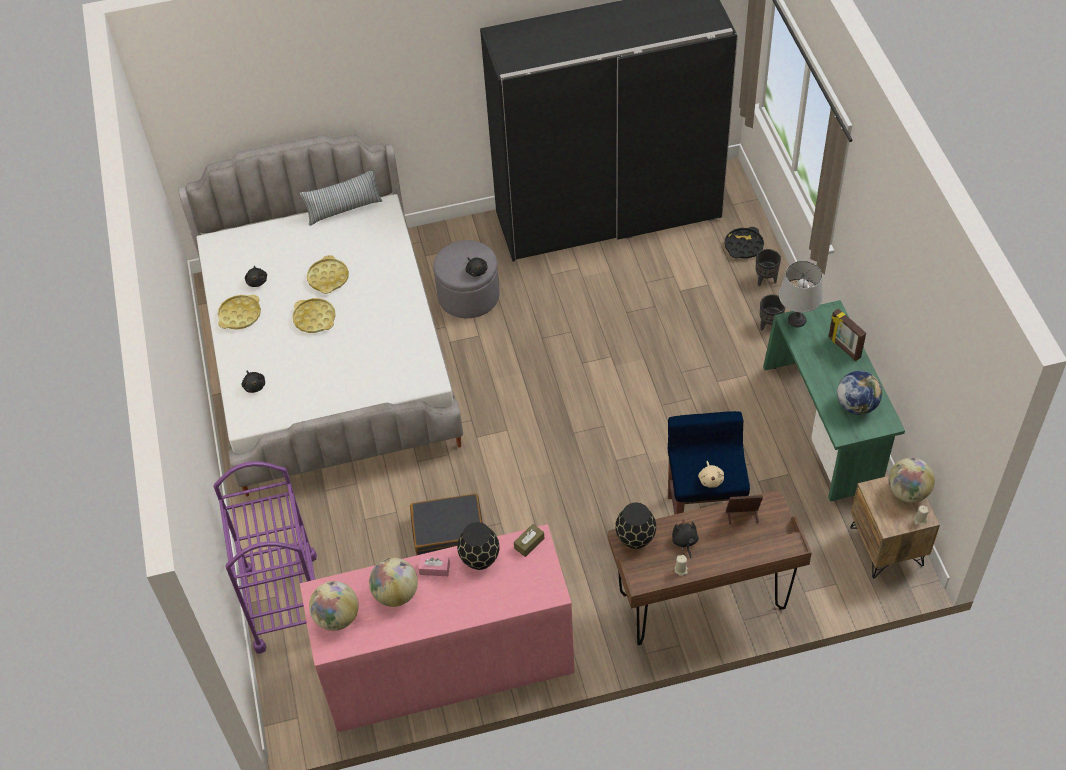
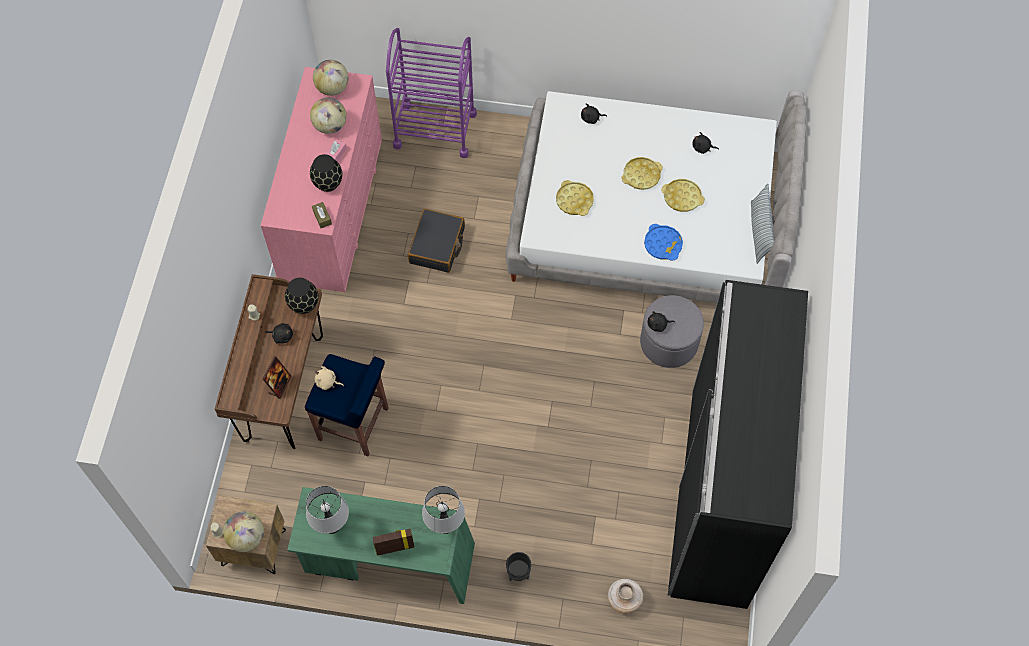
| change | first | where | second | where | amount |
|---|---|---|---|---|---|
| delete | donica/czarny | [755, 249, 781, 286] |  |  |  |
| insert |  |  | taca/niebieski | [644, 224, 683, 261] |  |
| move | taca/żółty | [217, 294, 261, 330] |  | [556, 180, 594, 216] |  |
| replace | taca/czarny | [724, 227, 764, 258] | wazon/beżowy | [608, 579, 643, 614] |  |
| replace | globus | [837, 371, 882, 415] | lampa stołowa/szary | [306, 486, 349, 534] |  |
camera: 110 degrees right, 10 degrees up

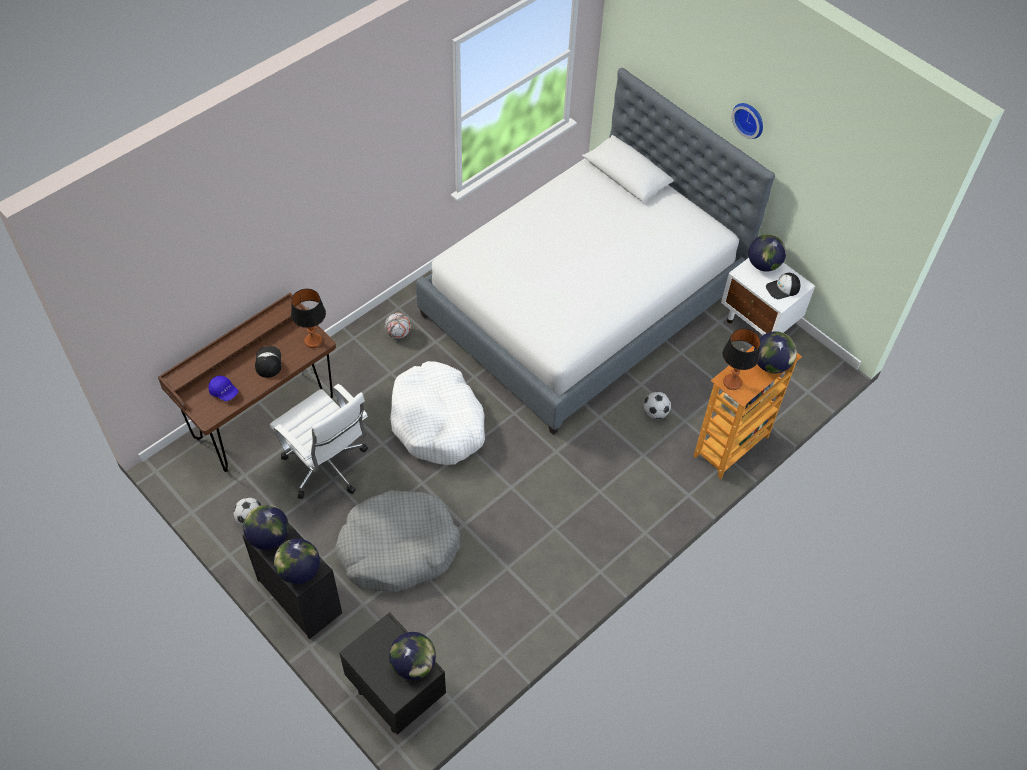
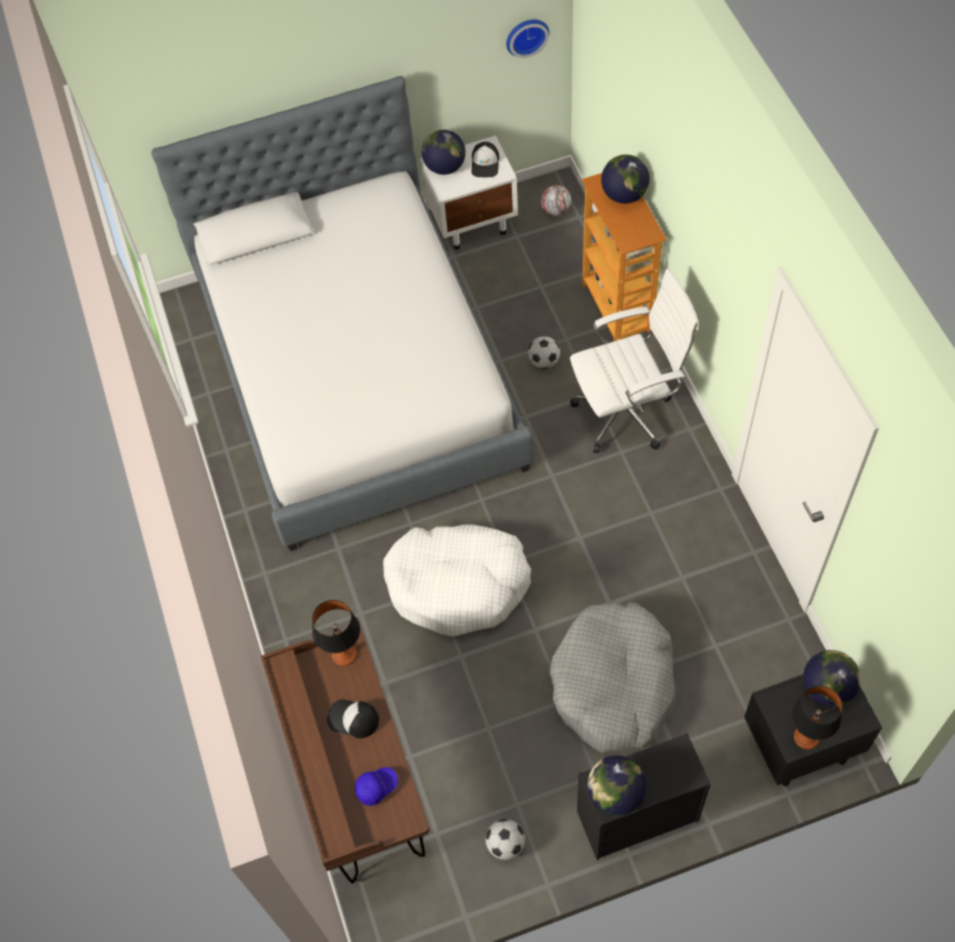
| change | first | where | second | where | amount |
|---|---|---|---|---|---|
| delete | globus | [274, 539, 320, 584] |  |  |  |
| move | krzesło biurowe/biały | [270, 384, 368, 499] |  | [570, 268, 699, 453] |  |
| move | piłka futbolowa | [385, 313, 411, 339] |  | [541, 185, 571, 216] |  |
| move | lampa stołowa | [723, 329, 760, 390] |  | [791, 686, 843, 750] |  |
| move | zegar ścienny | [732, 103, 763, 139] |  | [506, 19, 549, 58] |  |
camera: 60 degrees left, 5 degrees up

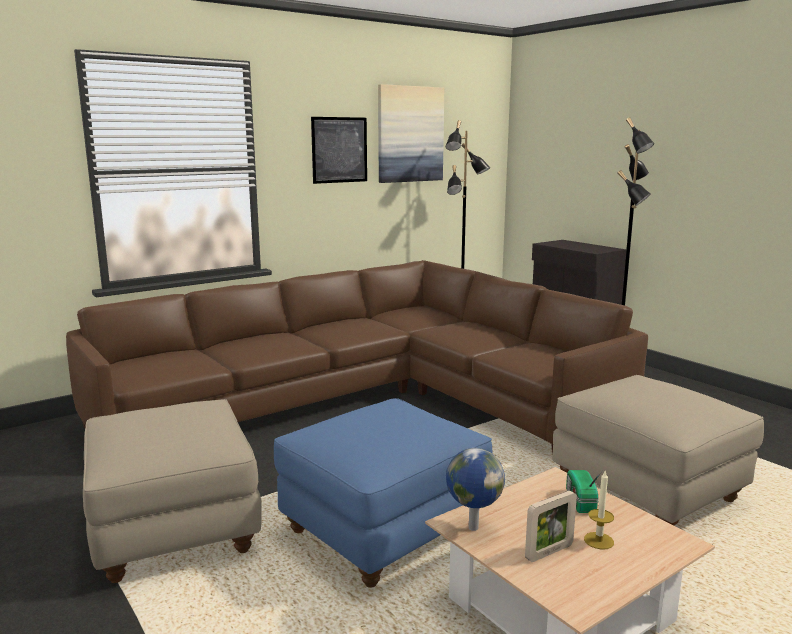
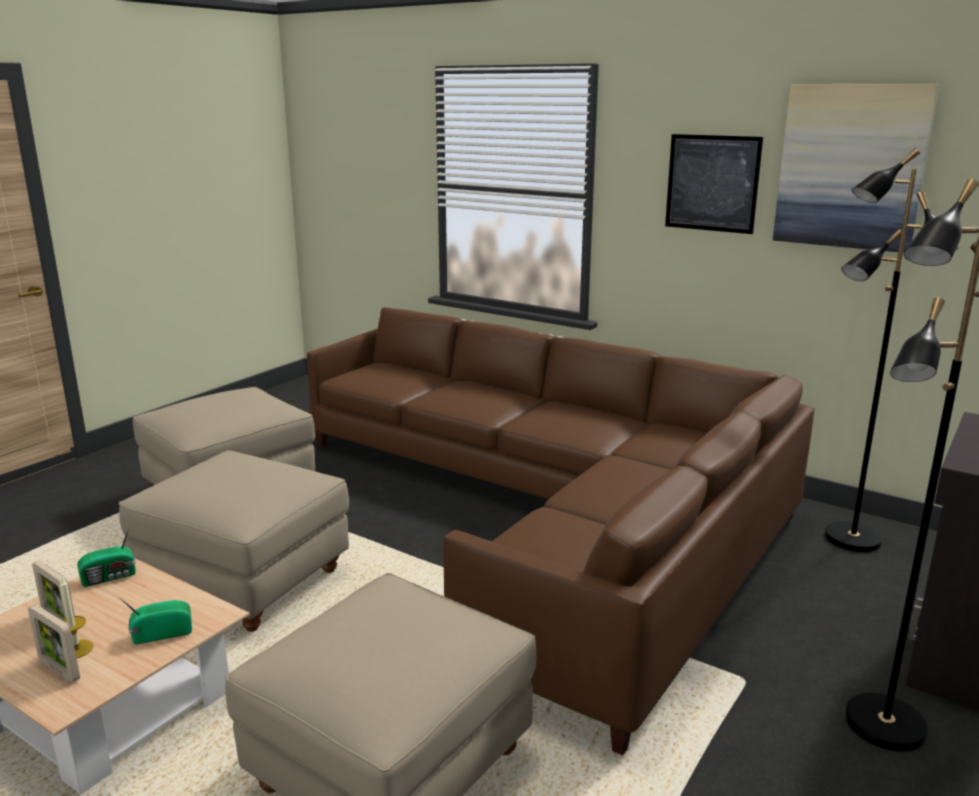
| change | first | where | second | where | amount |
|---|---|---|---|---|---|
| insert |  |  | ramka na zdjęcie | [28, 605, 80, 683] |  |
| replace | globus | [446, 448, 505, 531] | radio | [77, 522, 136, 587] |  |
| recolor | pufa/niebieski | [274, 398, 492, 588] | pufa/beżowy | [119, 450, 349, 632] |  |
camera: 70 degrees right, 5 degrees up

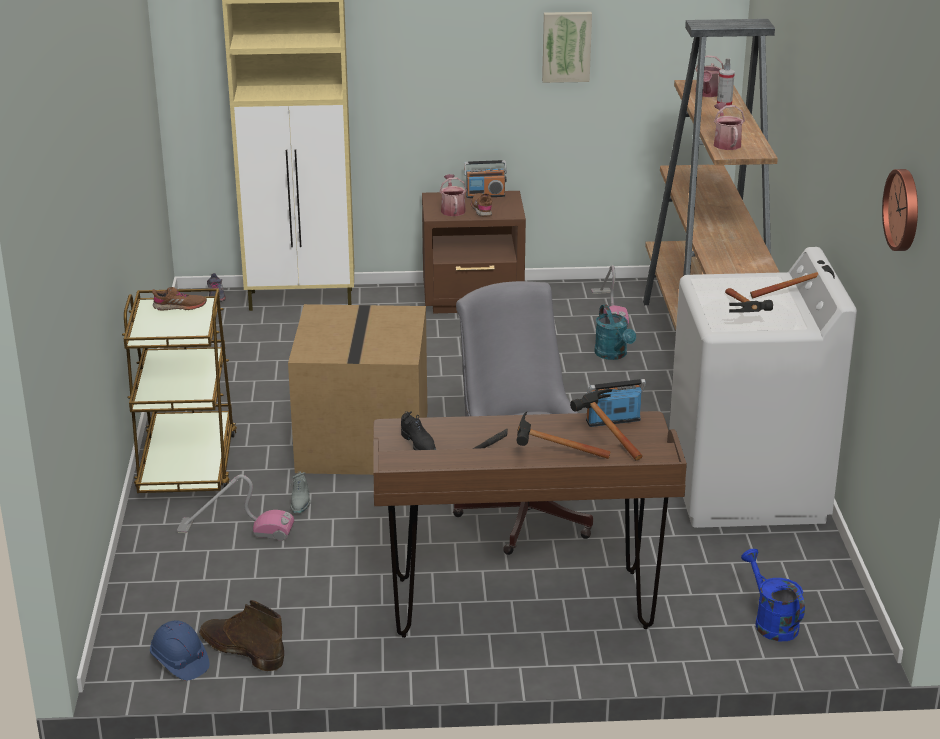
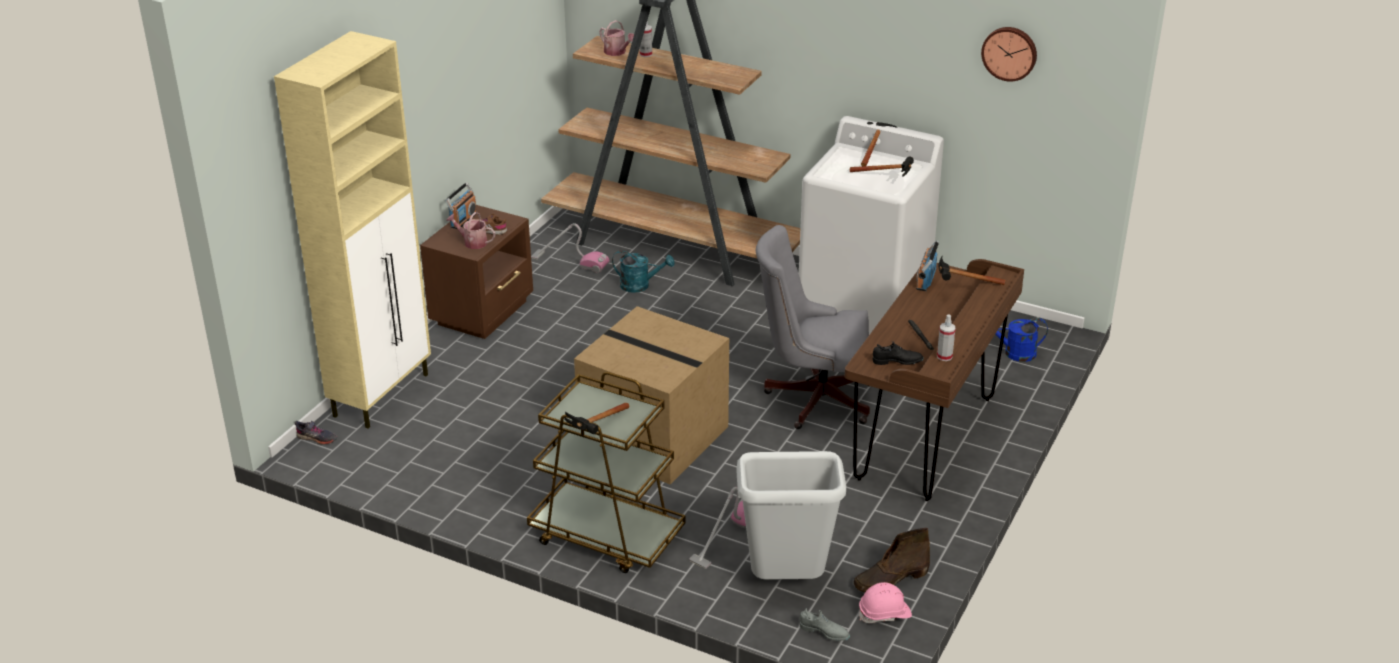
| change | first | where | second | where | amount |
|---|---|---|---|---|---|
| delete | but/brązowy | [152, 287, 207, 310] |  |  |  |
| delete | obraz | [542, 12, 592, 83] |  |  |  |
| delete | konewka | [714, 103, 745, 150] |  |  |  |
| insert |  |  | kosz na śmieci/szary | [736, 451, 846, 580] |  |
| insert |  |  | spryskiwacz | [937, 314, 956, 361] |  |
| move | but/szary | [290, 471, 311, 513] |  | [800, 608, 850, 641] |  |
| move | młotek | [517, 412, 610, 459] |  | [564, 403, 629, 434] |  |
| recolor | kask/niebieski | [150, 620, 210, 680] | kask/różowy | [859, 582, 912, 623] |  |
camera: 60 degrees left, 5 degrees up

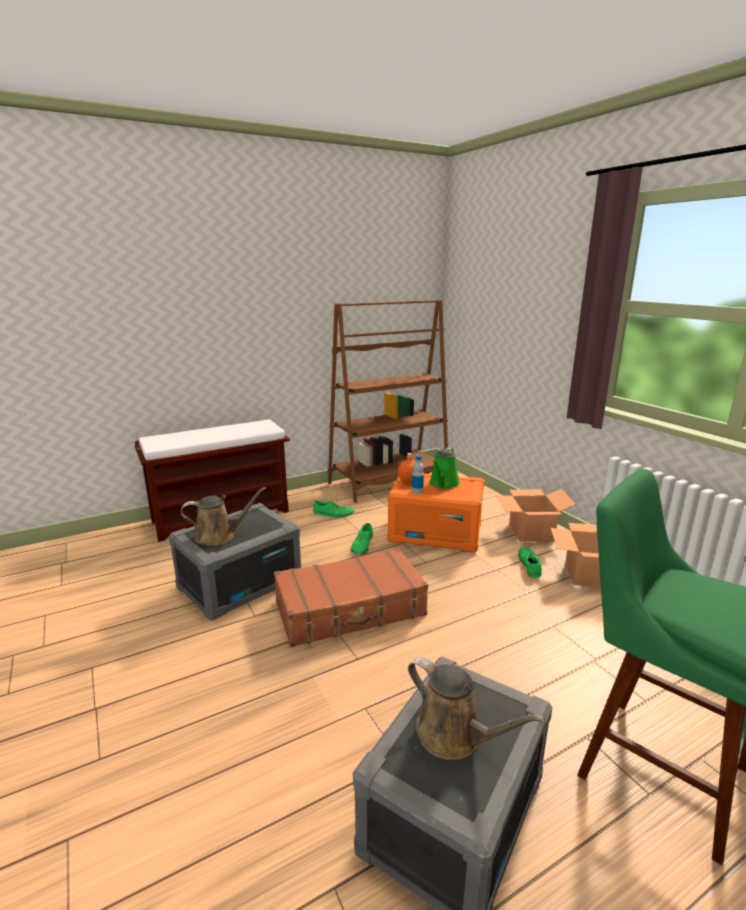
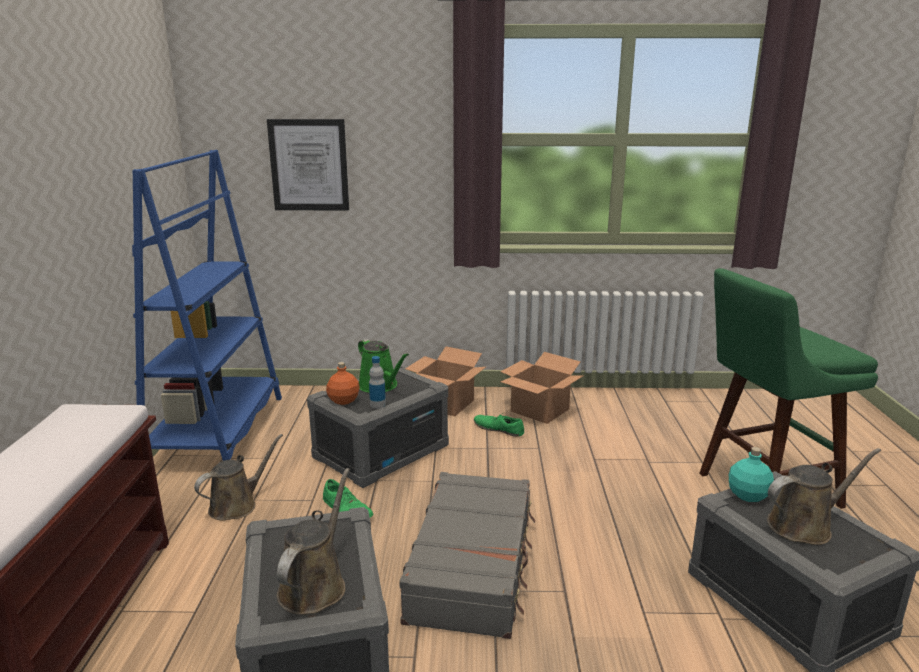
| change | first | where | second | where | amount |
|---|---|---|---|---|---|
| insert |  |  | obraz | [267, 119, 349, 210] |  |
| insert |  |  | butelka/turkusowy | [729, 447, 774, 502] |  |
| replace | but/zielony | [313, 501, 354, 518] | konewka/brązowy | [194, 434, 283, 521] |  |
| recolor | walizka/brązowy | [274, 548, 428, 647] | walizka/szary | [399, 472, 535, 639] |  |
| recolor | regał/brązowy | [328, 300, 448, 503] | regał/niebieski | [132, 150, 282, 461] |  |
| recolor | pojemnik do przechowywania/pomarańczowy | [387, 474, 484, 553] | pojemnik do przechowywania/szary | [307, 364, 449, 488] |  |
camera: 60 degrees left, 0 degrees up

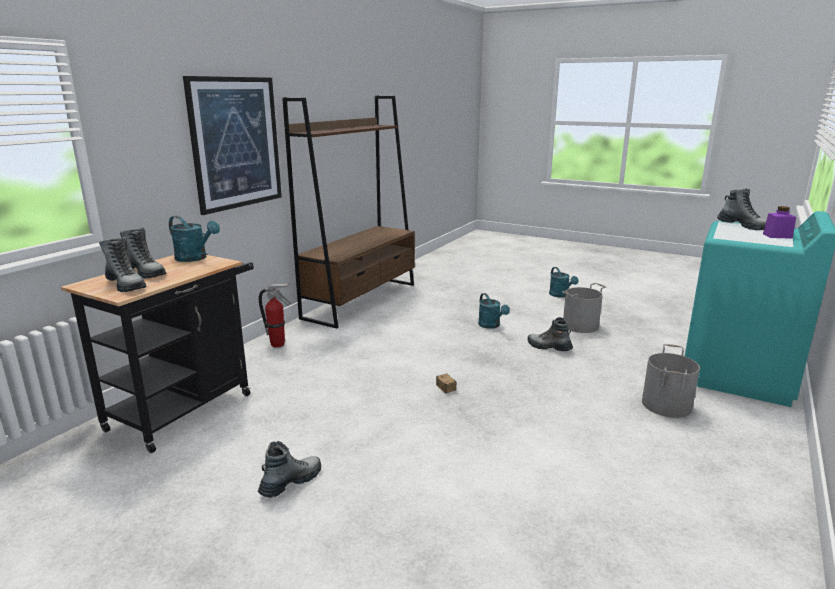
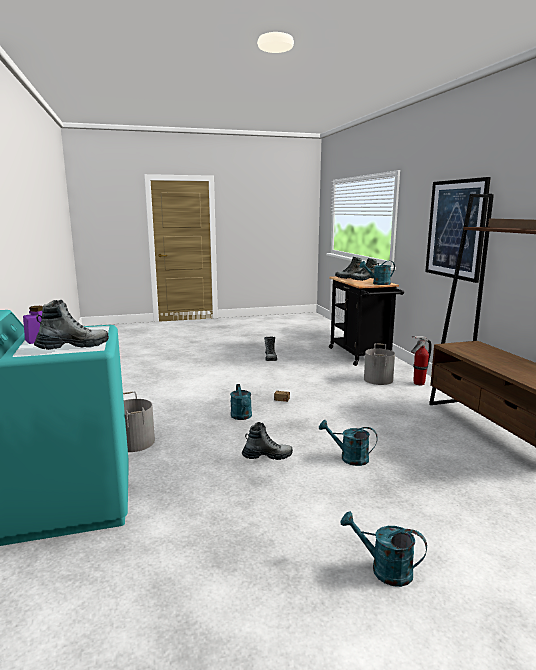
| change | first | where | second | where | amount |
|---|---|---|---|---|---|
| insert |  |  | konewka/turkusowy | [230, 384, 252, 420] |  |
| move | wiadro/szary | [562, 283, 606, 333] |  | [364, 344, 395, 385] |  |
| rotate | but z cholewką | [717, 188, 767, 230] |  | [34, 300, 109, 350] | 135 degrees clockwise |
camera: 135 degrees right, 5 degrees down

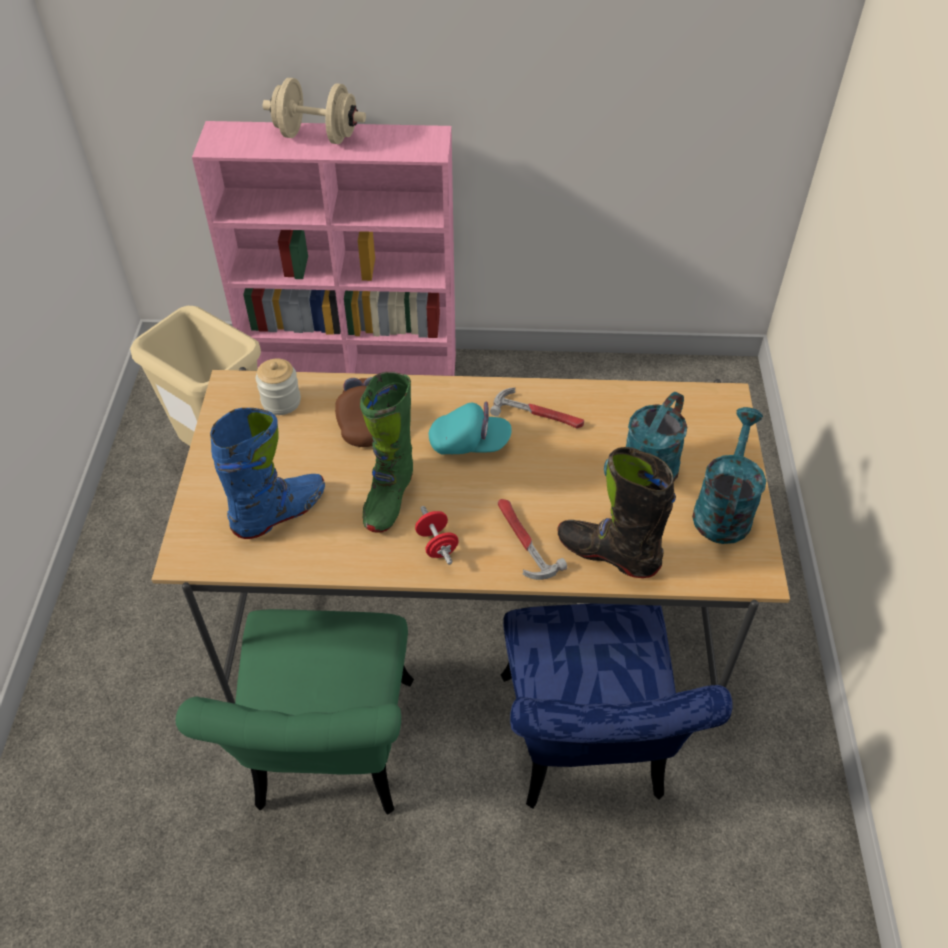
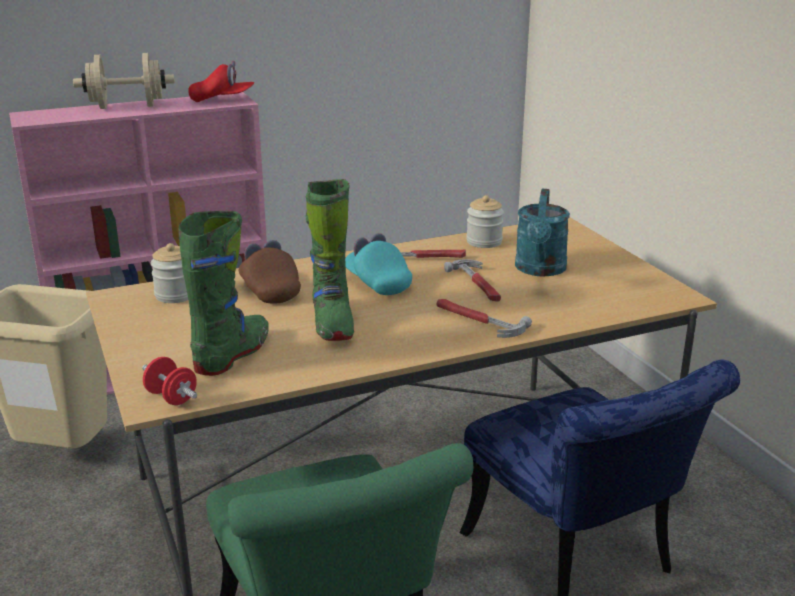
| change | first | where | second | where | amount |
|---|---|---|---|---|---|
| delete | but z cholewką/czarny | [557, 447, 676, 578] |  |  |  |
| delete | konewka/turkusowy | [692, 407, 766, 544] |  |  |  |
| insert |  |  | czapka z daszkiem/czerwony | [188, 61, 254, 102] |  |
| insert |  |  | młotek | [444, 259, 501, 302] |  |
| insert |  |  | słoik | [466, 195, 504, 248] |  |
| move | hantel/czerwony | [415, 506, 459, 565] |  | [142, 357, 197, 405] |  |
| recolor | but z cholewką/niebieski | [210, 408, 325, 539] | but z cholewką/zielony | [179, 211, 269, 376] |  |
| rotate | czapka z daszkiem/turkusowy | [429, 402, 512, 454] |  | [345, 233, 412, 295] | 105 degrees counterclockwise |
camera: 25 degrees left, 25 degrees down

